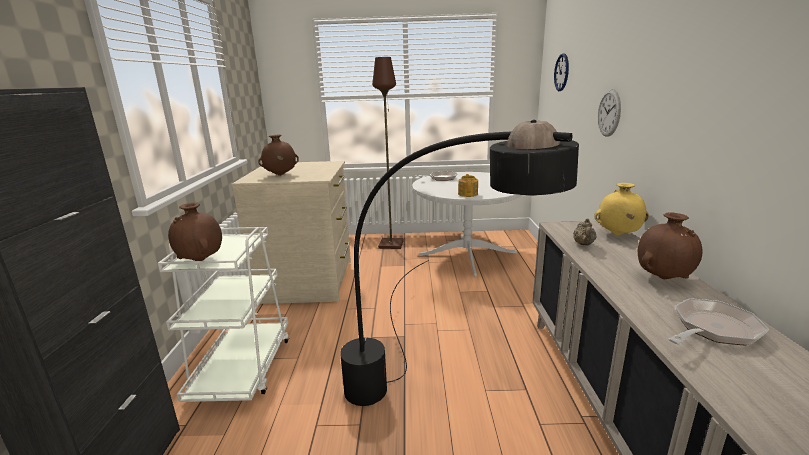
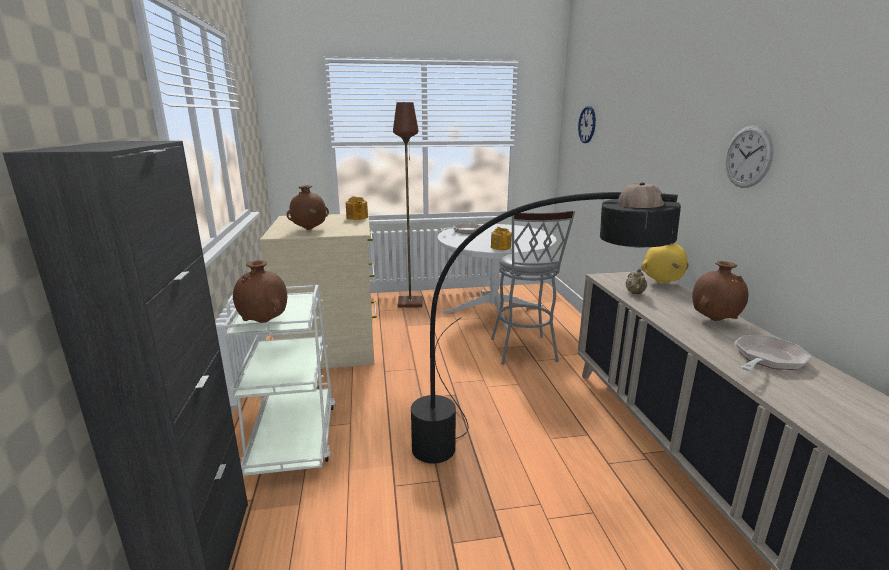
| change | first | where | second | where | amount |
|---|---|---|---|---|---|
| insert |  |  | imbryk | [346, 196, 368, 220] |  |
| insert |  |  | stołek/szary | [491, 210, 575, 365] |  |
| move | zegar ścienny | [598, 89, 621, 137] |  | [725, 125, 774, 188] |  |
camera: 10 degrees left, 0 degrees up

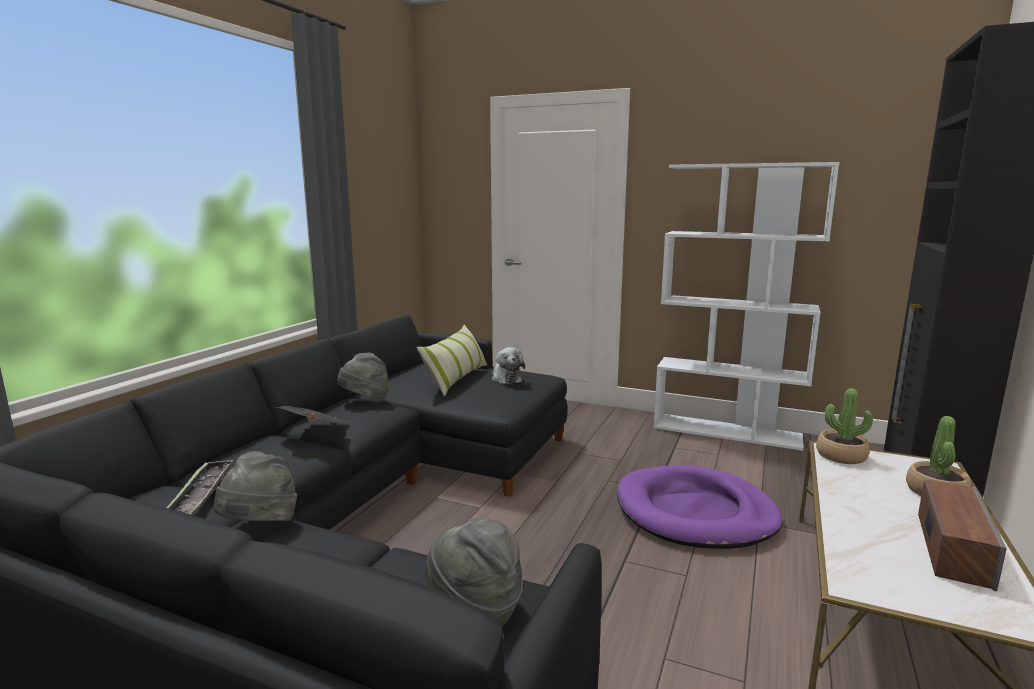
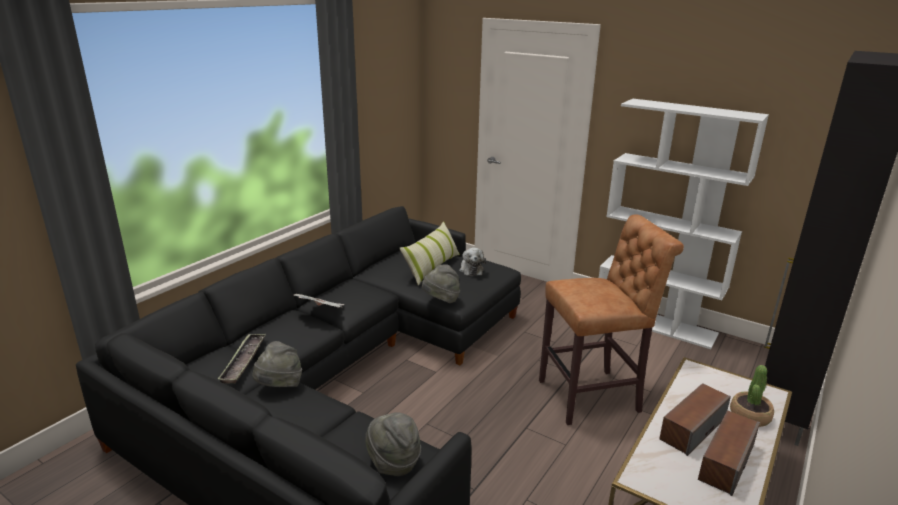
| change | first | where | second | where | amount |
|---|---|---|---|---|---|
| delete | roślina doniczkowa | [816, 388, 873, 464] |  |  |  |
| insert |  |  | głośnik | [659, 383, 731, 456] |  |
| move | kapelusz/szary | [337, 352, 389, 400] |  | [422, 264, 460, 303] |  |
| replace | legowisko/fioletowy | [617, 465, 783, 549] | stołek/brązowy | [539, 214, 684, 425] |  |
camera: 10 degrees right, 10 degrees up

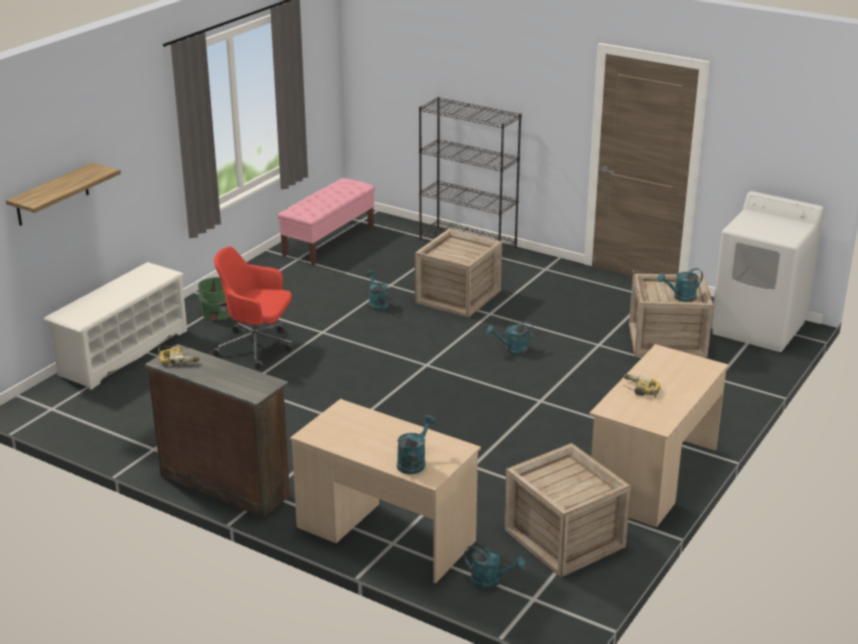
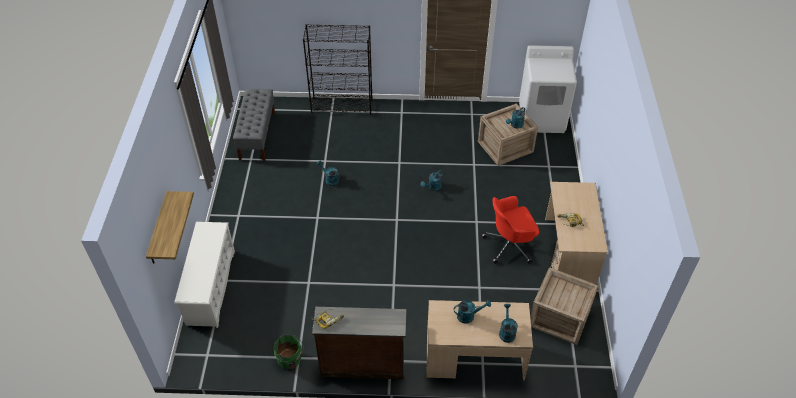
| change | first | where | second | where | amount |
|---|---|---|---|---|---|
| delete | skrzynka | [414, 229, 502, 318] |  |  |  |
| move | wiadro/zielony | [198, 277, 230, 320] |  | [274, 335, 304, 369] |  |
| move | krzesło biurowe/czerwony | [213, 246, 293, 369] |  | [482, 196, 539, 264] |  |
| move | konewka/turkusowy | [464, 546, 526, 589] |  | [454, 300, 491, 324] |  |
| recolor | ławka/różowy | [277, 178, 375, 265] | ławka/szary | [233, 89, 275, 161] |  |
camera: 30 degrees left, 20 degrees up

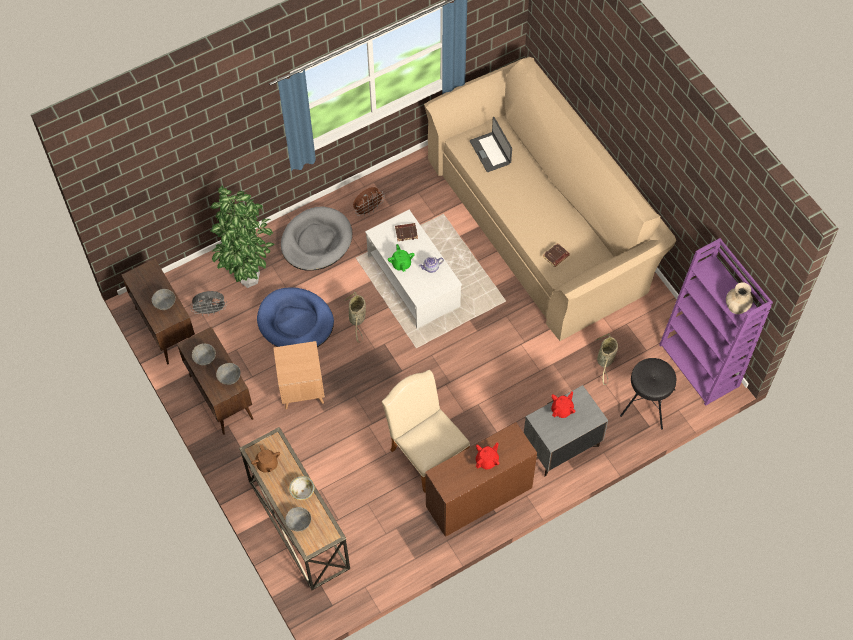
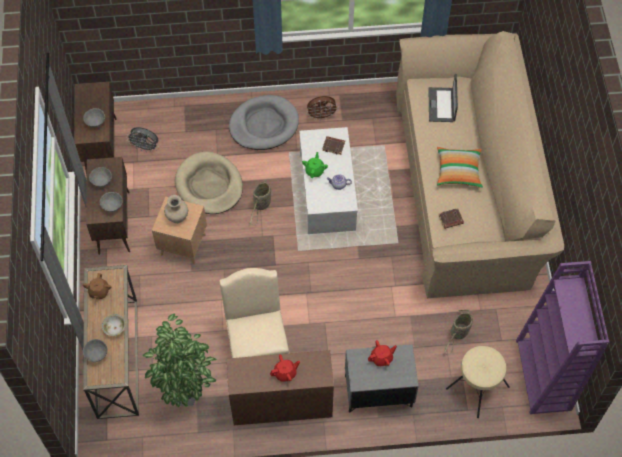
| change | first | where | second | where | amount |
|---|---|---|---|---|---|
| insert |  |  | poduszka | [437, 147, 483, 188] |  |
| move | roślina doniczkowa | [210, 186, 275, 288] |  | [143, 313, 217, 407] |  |
| move | wazon/beżowy | [726, 282, 753, 314] |  | [164, 195, 188, 223] |  |
| recolor | legowisko/niebieski | [257, 287, 334, 347] | legowisko/beżowy | [175, 151, 243, 214] |  |
| recolor | stołek/czarny | [620, 358, 676, 430] | stołek/beżowy | [446, 346, 510, 418] |  |
camera: 25 degrees right, 0 degrees up

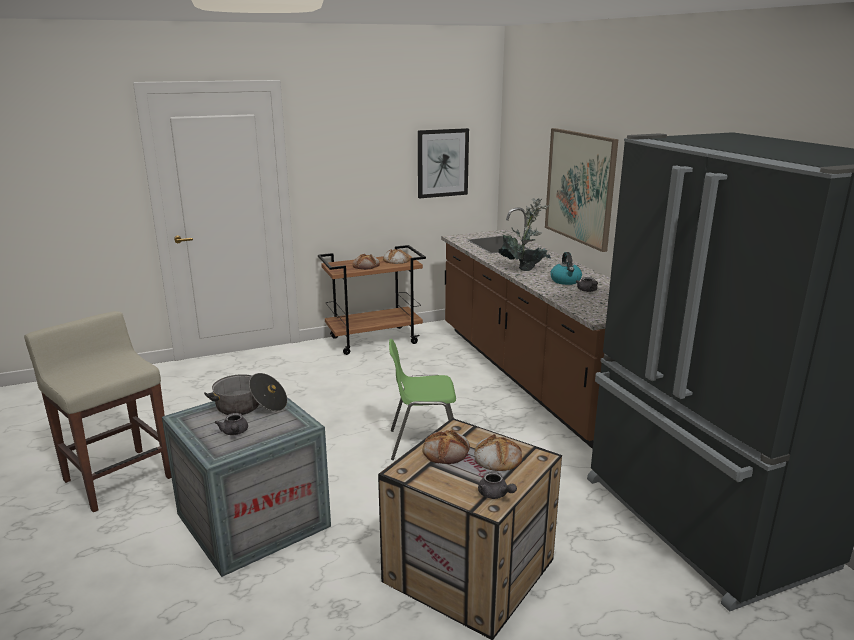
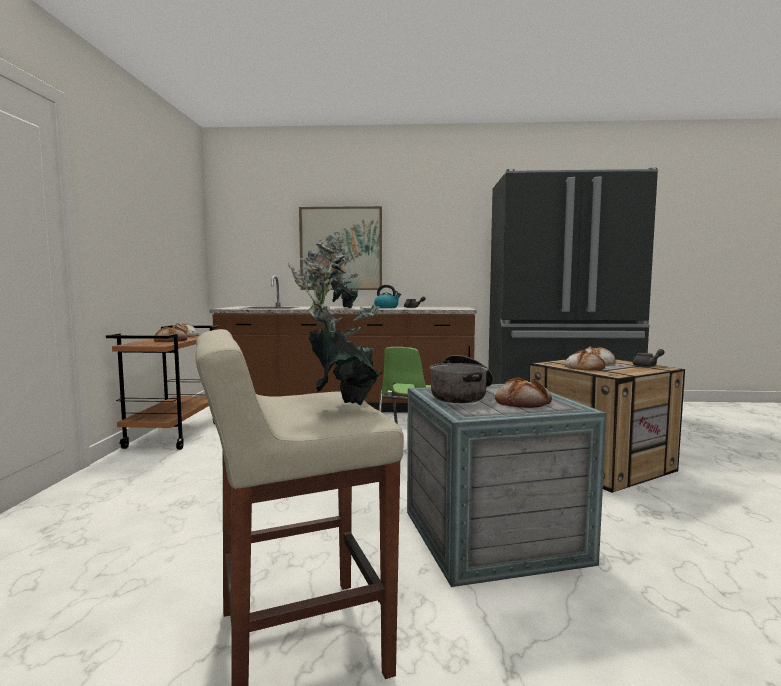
| change | first | where | second | where | amount |
|---|---|---|---|---|---|
| delete | obraz | [418, 128, 469, 198] |  |  |  |
| insert |  |  | roślina doniczkowa | [288, 237, 382, 405] |  |
| replace | imbryk/szary | [215, 413, 248, 435] | chleb | [495, 377, 552, 408] |  |
camera: 65 degrees left, 15 degrees down

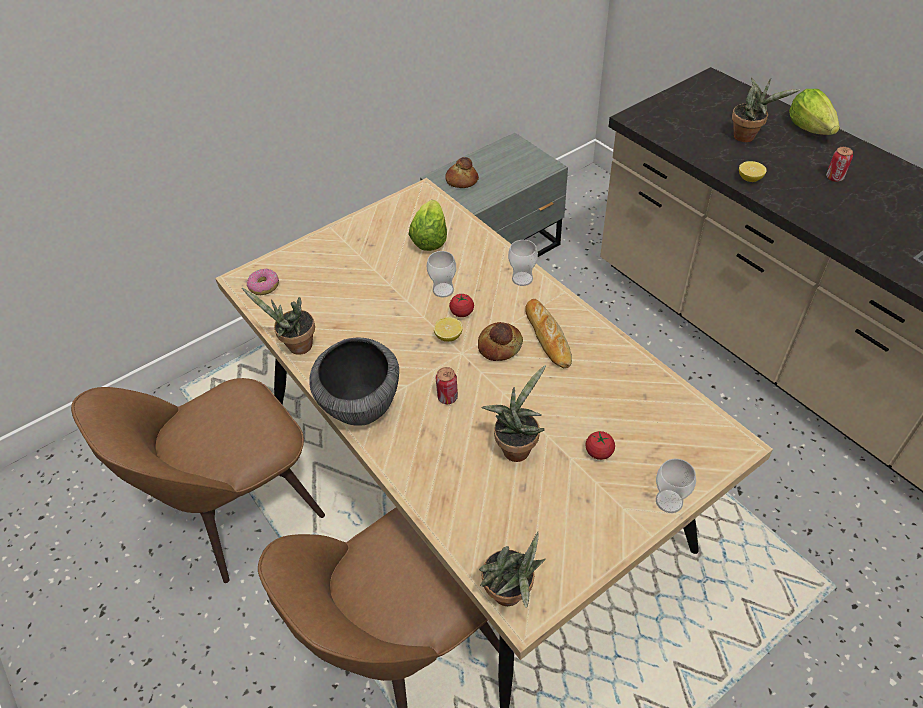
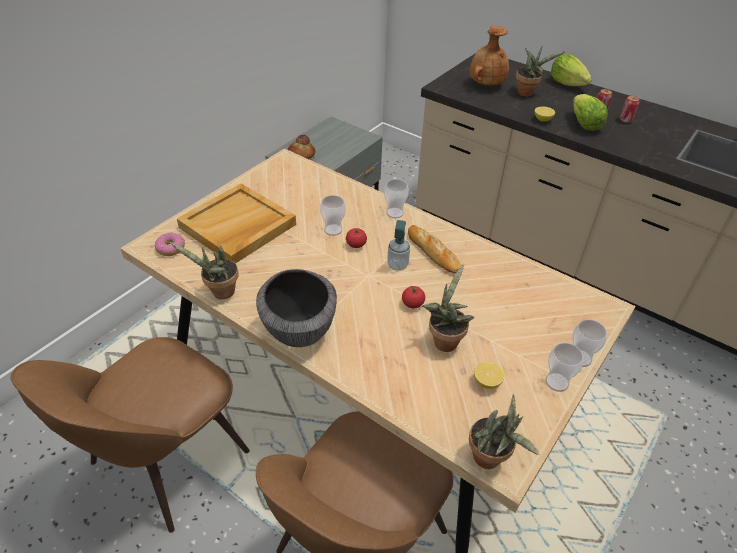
| change | first | where | second | where | amount |
|---|---|---|---|---|---|
| insert |  |  | taca/beżowy | [177, 184, 296, 264] |  |
| insert |  |  | wazon/brązowy | [470, 25, 509, 85] |  |
| insert |  |  | filiżanka | [545, 343, 583, 392] |  |
| move | sałata | [409, 200, 447, 251] |  | [573, 94, 608, 131] |  |
| move | cytryna | [434, 317, 463, 342] |  | [474, 362, 505, 389] |  |
| move | puszka | [436, 367, 458, 404] |  | [620, 96, 639, 123] |  |
| move | pomidor | [585, 431, 615, 460] |  | [402, 286, 425, 308] |  |
| replace | chleb | [478, 322, 523, 361] | dozownik mydła | [387, 220, 410, 271] |  |
camera: 20 degrees left, 5 degrees down

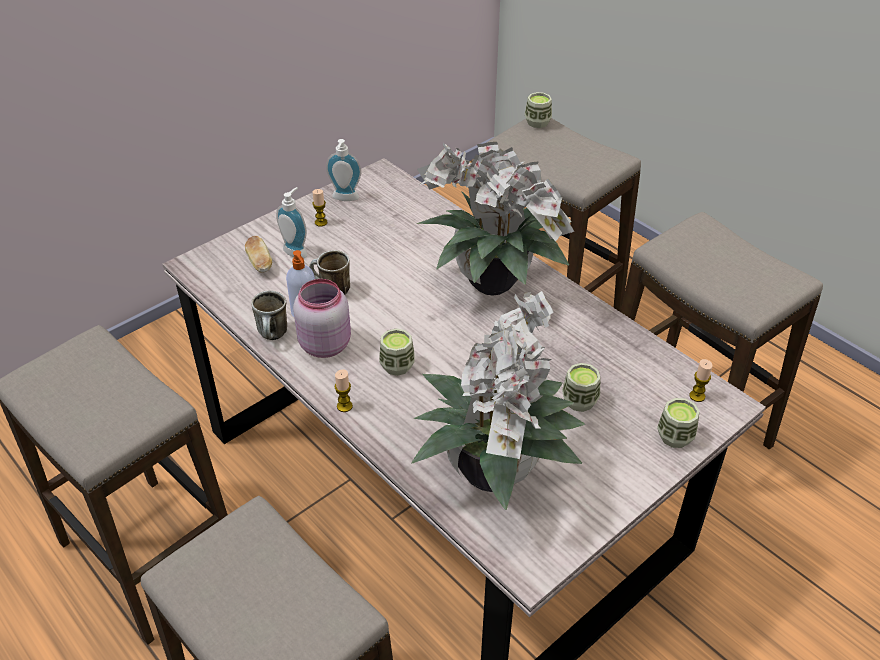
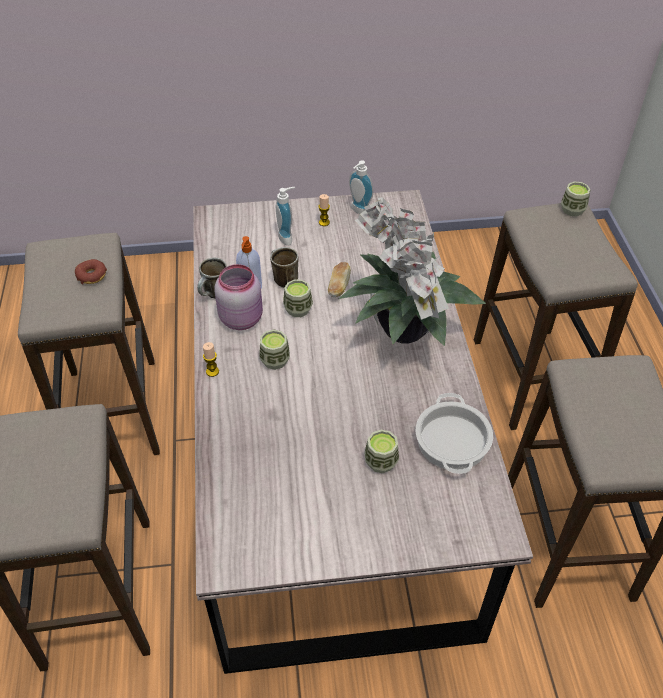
| change | first | where | second | where | amount |
|---|---|---|---|---|---|
| delete | roślina doniczkowa | [411, 291, 585, 510] |  |  |  |
| delete | świeca | [689, 359, 713, 402] |  |  |  |
| insert |  |  | donut | [75, 259, 107, 284] |  |
| insert |  |  | garnek | [416, 393, 493, 474] |  |
| move | chleb | [245, 236, 272, 273] |  | [328, 262, 351, 297] |  |
| move | filiżanka | [657, 398, 700, 448] |  | [283, 279, 313, 317] |  |
camera: 35 degrees right, 5 degrees up

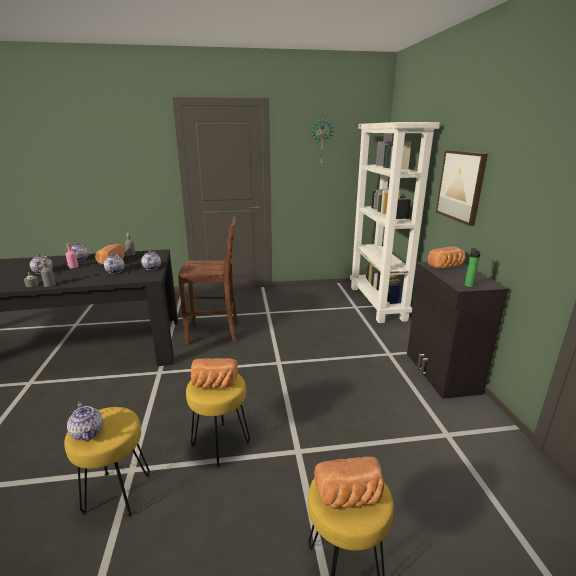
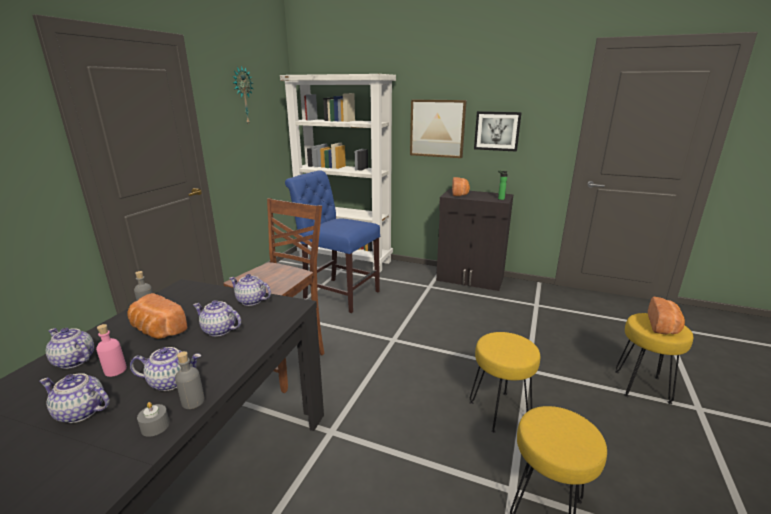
| change | first | where | second | where | amount |
|---|---|---|---|---|---|
| delete | chleb | [191, 358, 238, 388] |  |  |  |
| insert |  |  | krzesło/niebieski | [285, 170, 380, 313] |  |
| insert |  |  | obraz | [474, 111, 522, 152] |  |
| move | imbryk | [67, 402, 103, 441] |  | [130, 347, 201, 391] |  |
camera: 60 degrees left, 0 degrees up

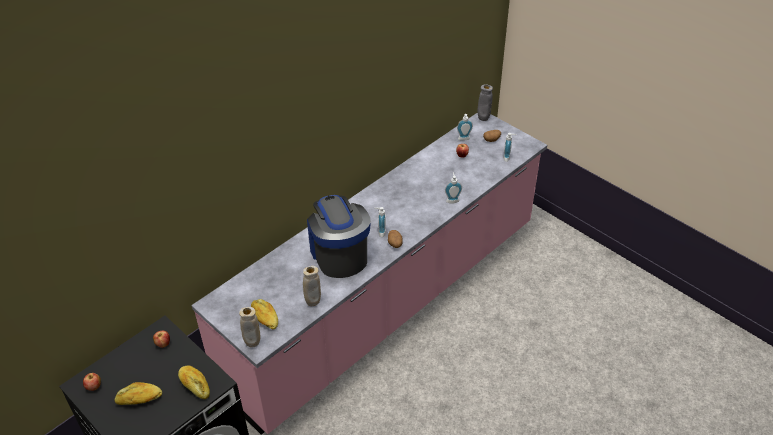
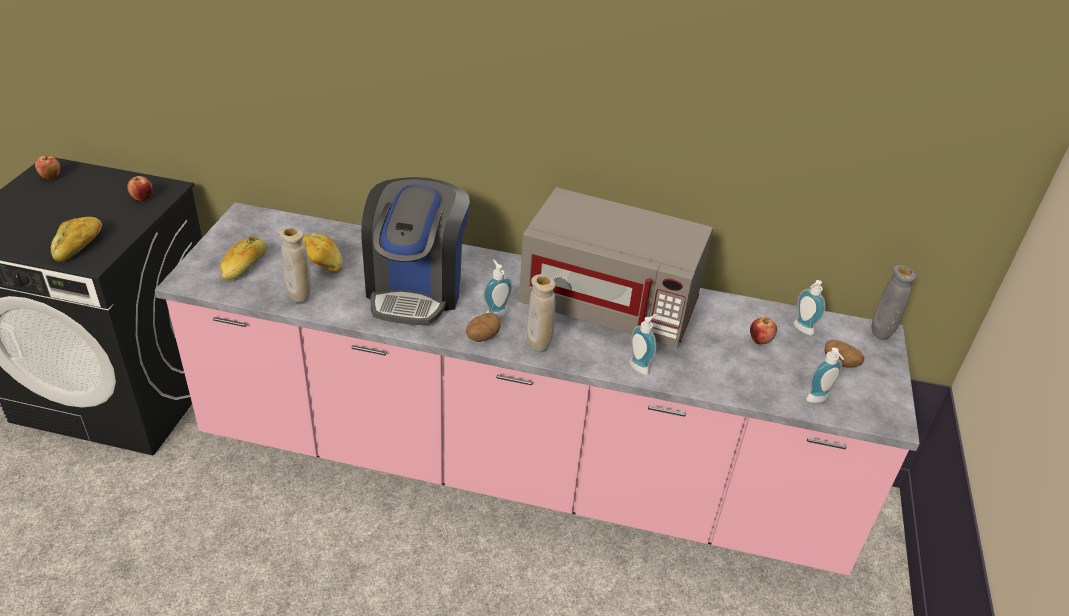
| change | first | where | second | where | amount |
|---|---|---|---|---|---|
| insert |  |  | mikrofalówka/szary | [519, 187, 713, 347] |  |
| move | chleb | [114, 382, 162, 405] |  | [302, 233, 343, 273] |  |
| move | wazon/beżowy | [239, 307, 260, 347] |  | [527, 274, 556, 352] |  |
| rotate | ekspres do kawy | [307, 195, 371, 278] |  | [361, 177, 470, 325] | 150 degrees clockwise |
camera: 55 degrees right, 5 degrees down

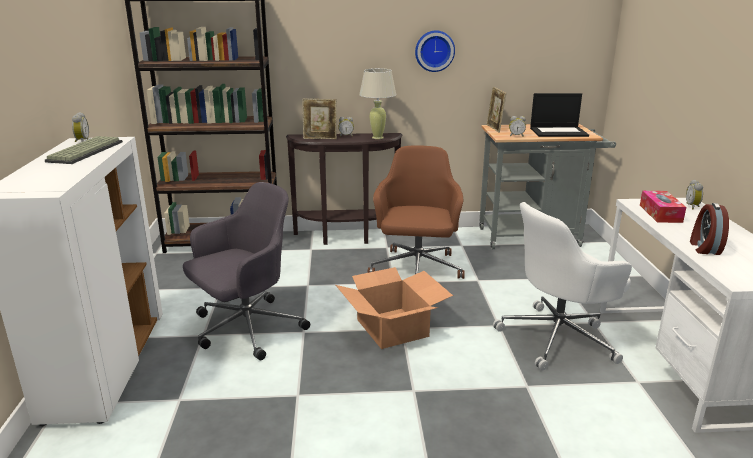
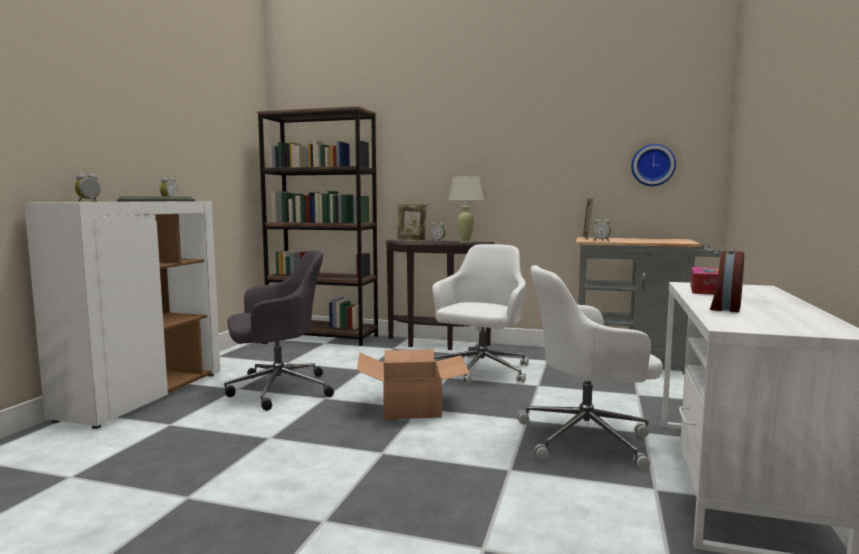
| change | first | where | second | where | amount |
|---|---|---|---|---|---|
| delete | laptop | [530, 93, 589, 137] |  |  |  |
| move | zegar ścienny | [415, 30, 455, 72] |  | [631, 144, 676, 186] |  |
| move | budzik | [686, 179, 703, 209] |  | [75, 173, 101, 202] |  |
| recolor | krzesło biurowe/brązowy | [368, 146, 465, 279] | krzesło biurowe/biały | [432, 244, 529, 384] |  |
camera: 20 degrees right, 15 degrees down

